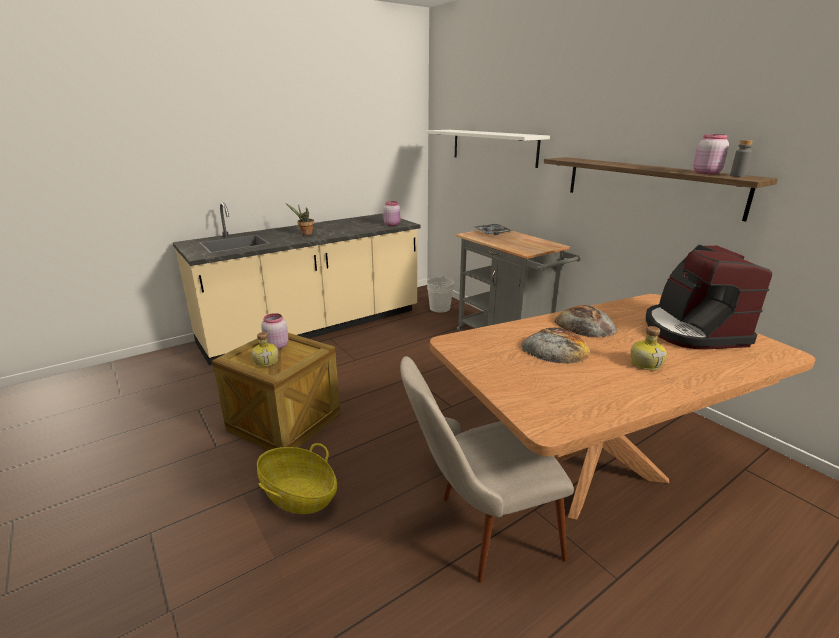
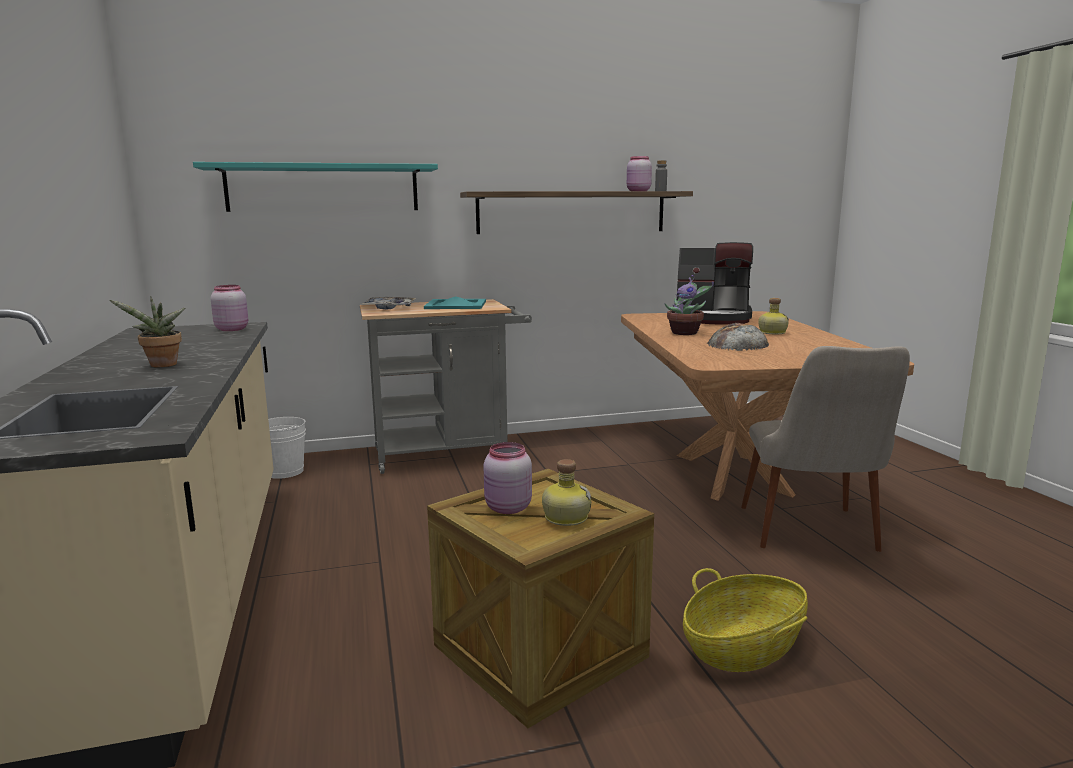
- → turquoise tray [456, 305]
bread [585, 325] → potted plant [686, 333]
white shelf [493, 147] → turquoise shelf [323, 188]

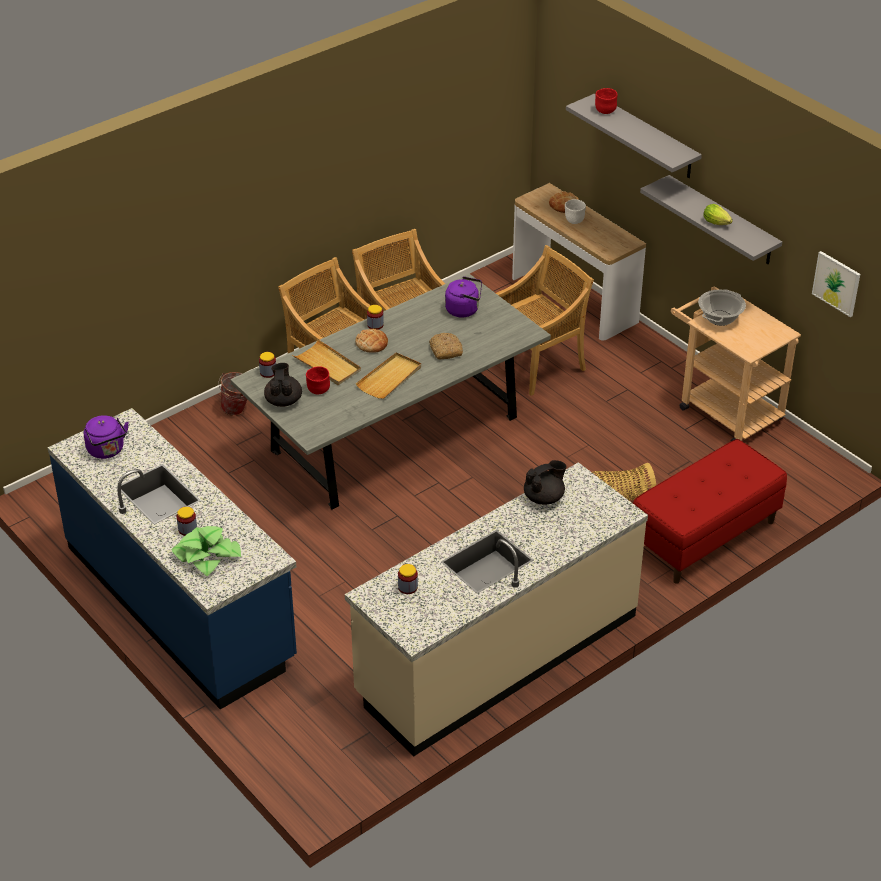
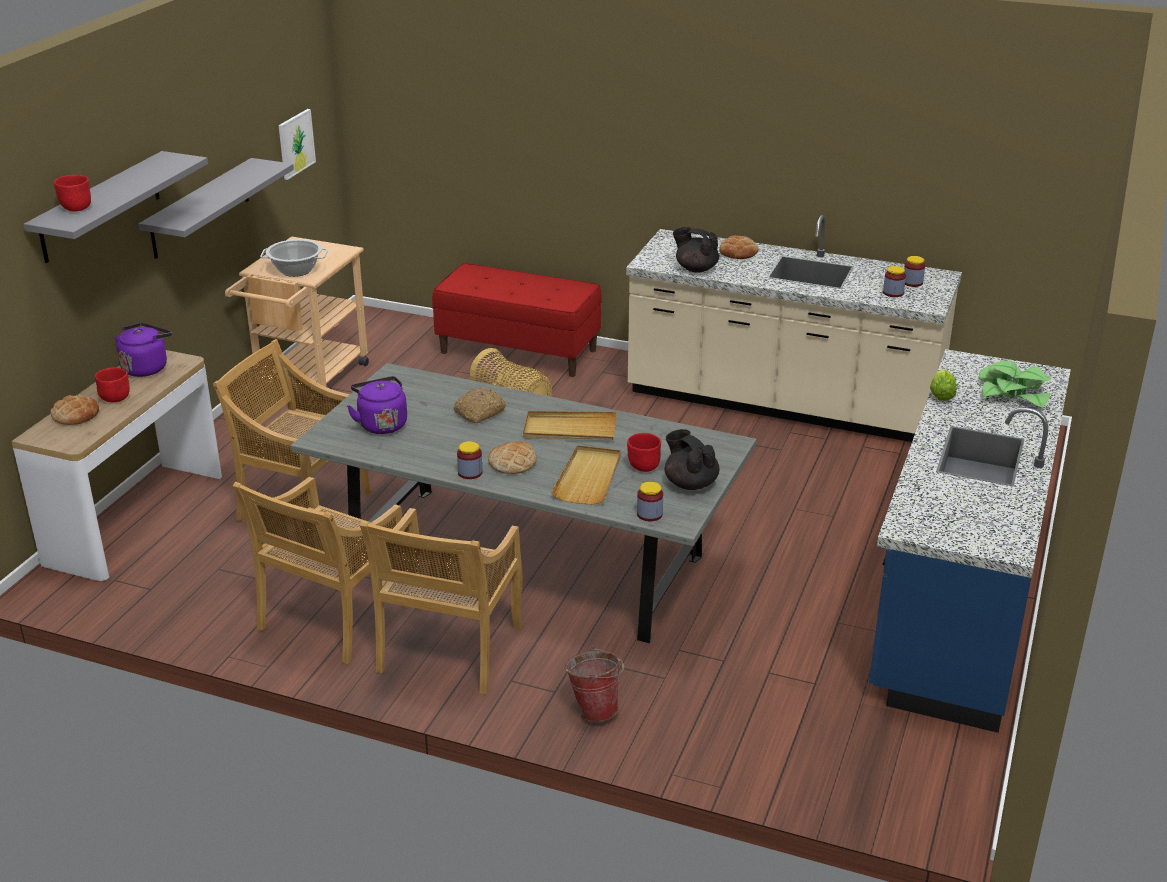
- → bread [738, 252]
purple kettle [107, 451] → purple kettle [146, 367], move
jar [187, 529] → jar [912, 282], move
lettuce [717, 223] → lettuce [941, 394], move
white bowl [574, 221] → red bowl [115, 399]
black teapot [283, 400] → black teapot [690, 483], 90 degrees clockwise

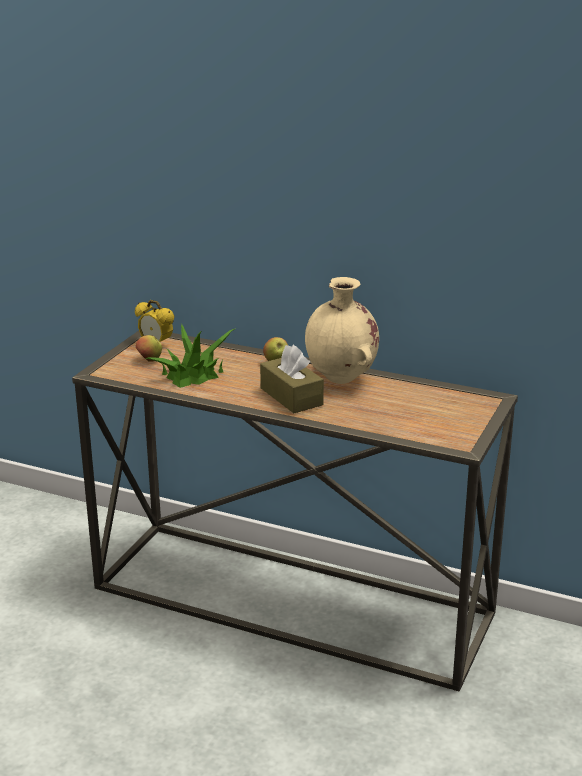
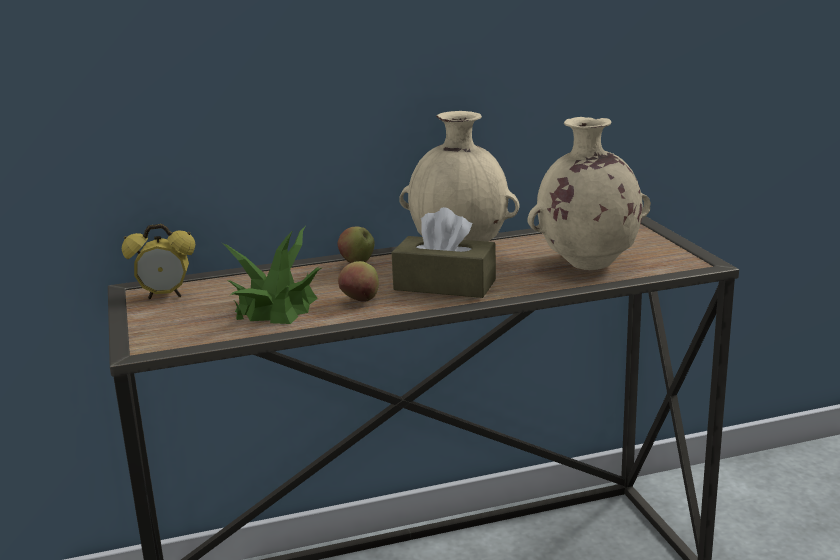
- → beige vase [587, 265]
apple [149, 360] → apple [360, 301], move

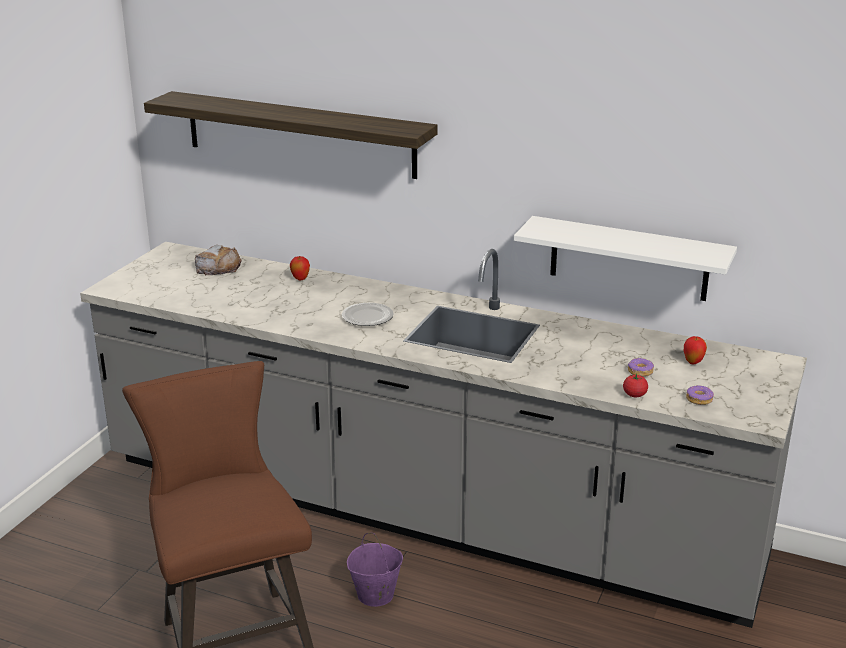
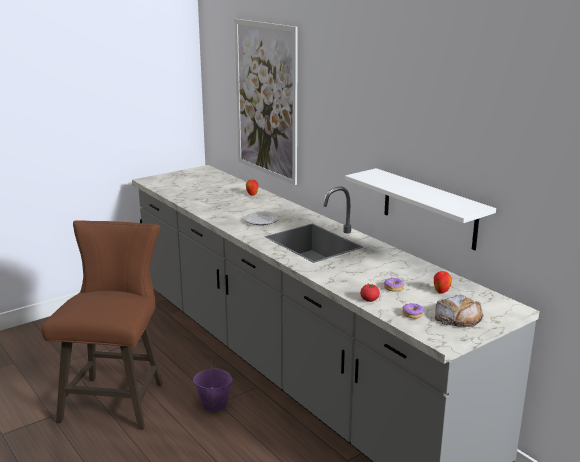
bread [218, 267] → bread [458, 317], move
shelf [299, 134] → picture [266, 100]

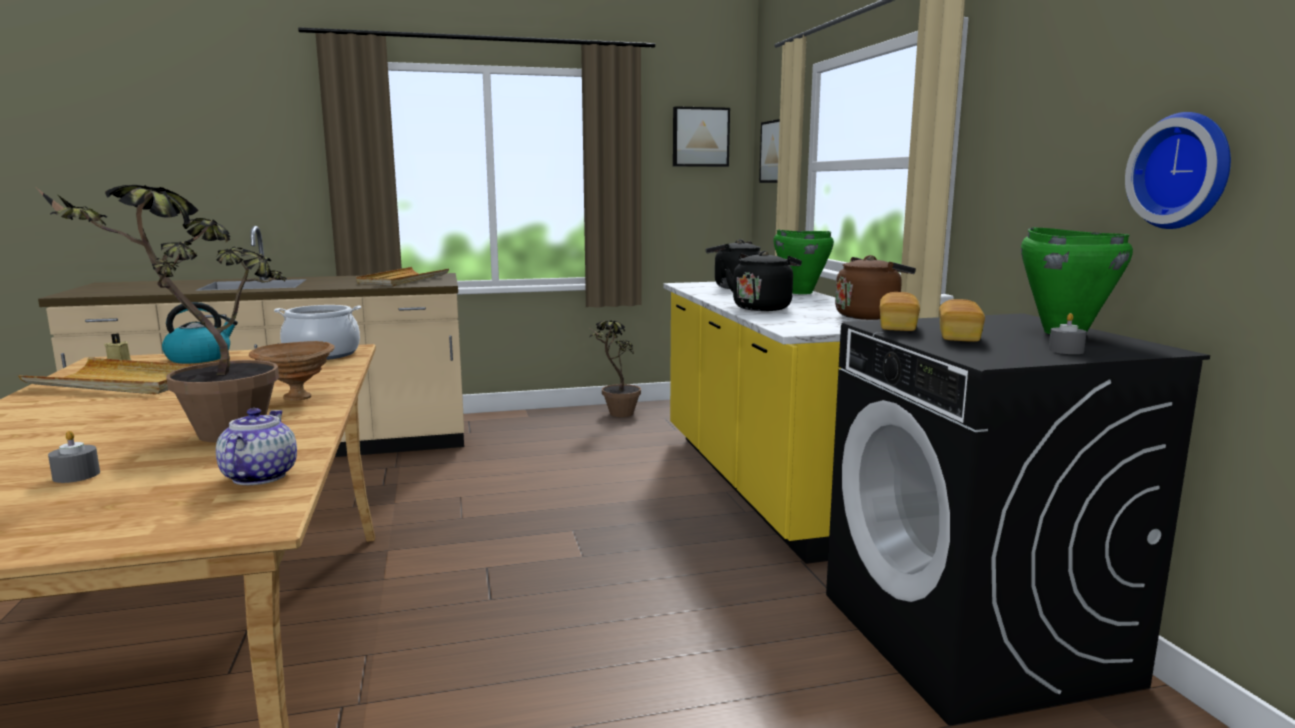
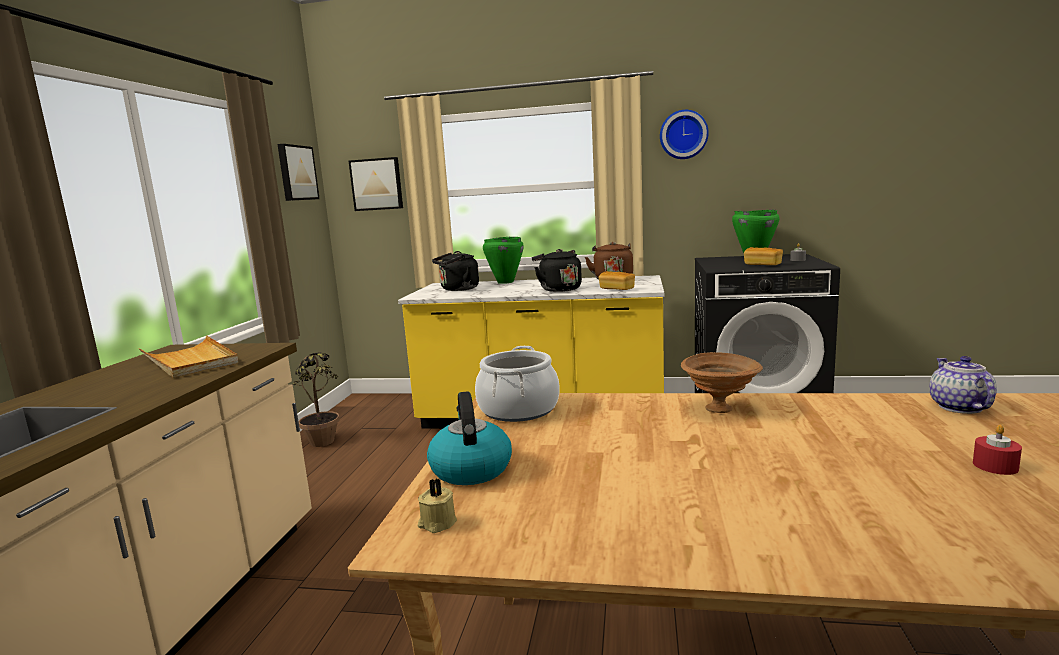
beige tray [121, 382] → -
potted plant [205, 435] → -
bread [897, 327] → bread [617, 289], move
wall clock [1184, 171] → wall clock [683, 135], move
grey candle [76, 475] → red candle [995, 466]
teapot [259, 476] → teapot [958, 407], 75 degrees clockwise

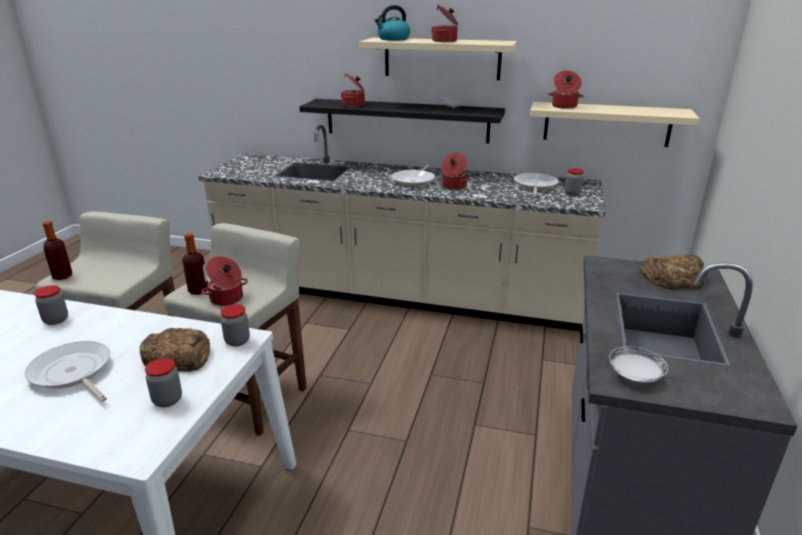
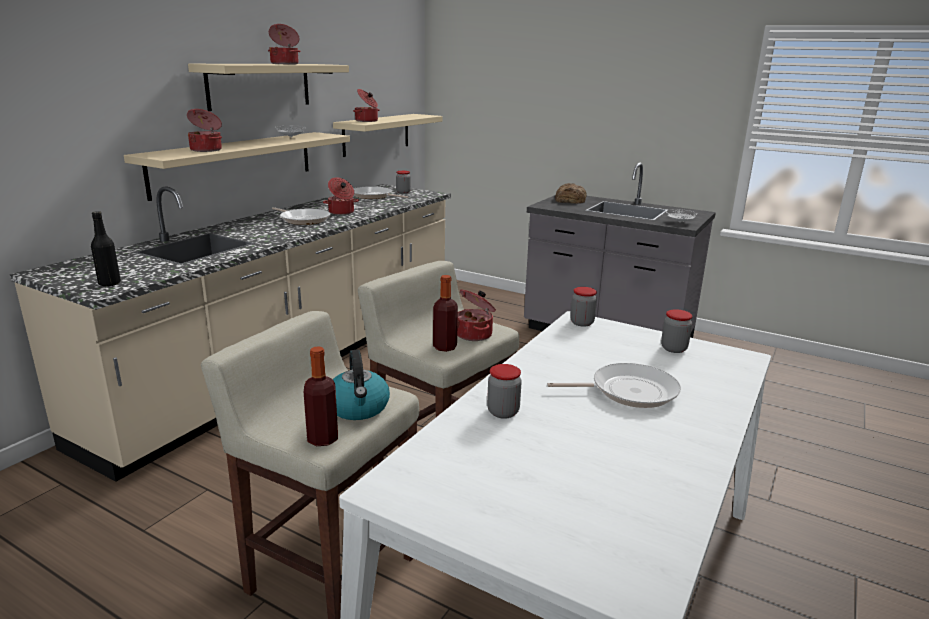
bread [177, 357] → -
- → black bottle [109, 283]
kettle [393, 39] → kettle [358, 408], move
black shelf [406, 120] → beige shelf [235, 163]
frying pan [73, 373] → frying pan [628, 391], 150 degrees counterclockwise

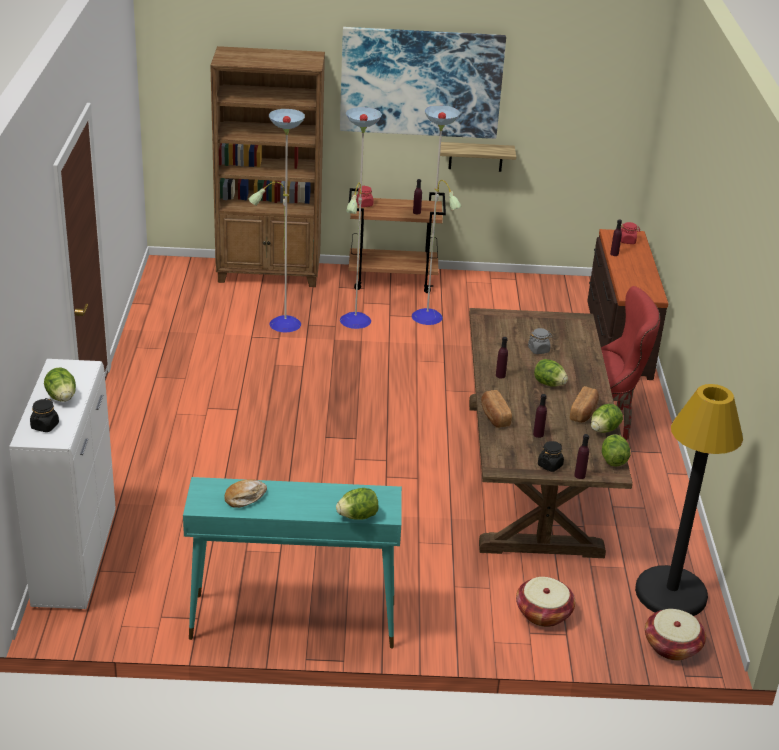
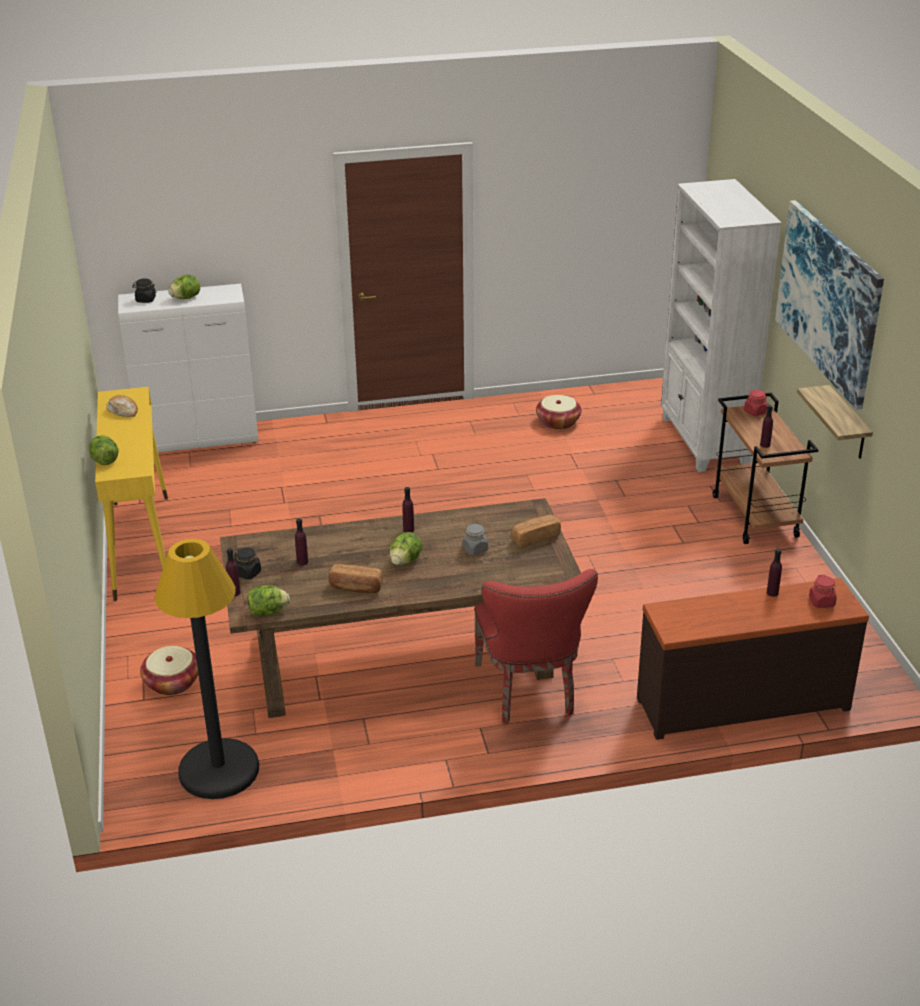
floor lamp [355, 321] → -
lettuce [604, 430] → -
bread [494, 416] → bread [535, 538], move
basket [672, 646] → basket [558, 422], move
turquoise console table [292, 621] → yellow console table [142, 546]
brown bookcase [269, 274] → white bookcase [704, 442]

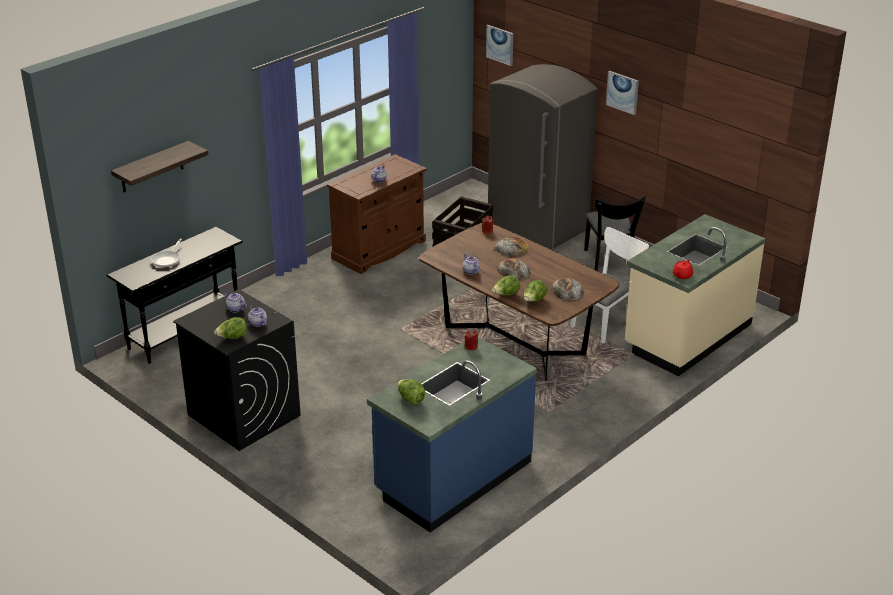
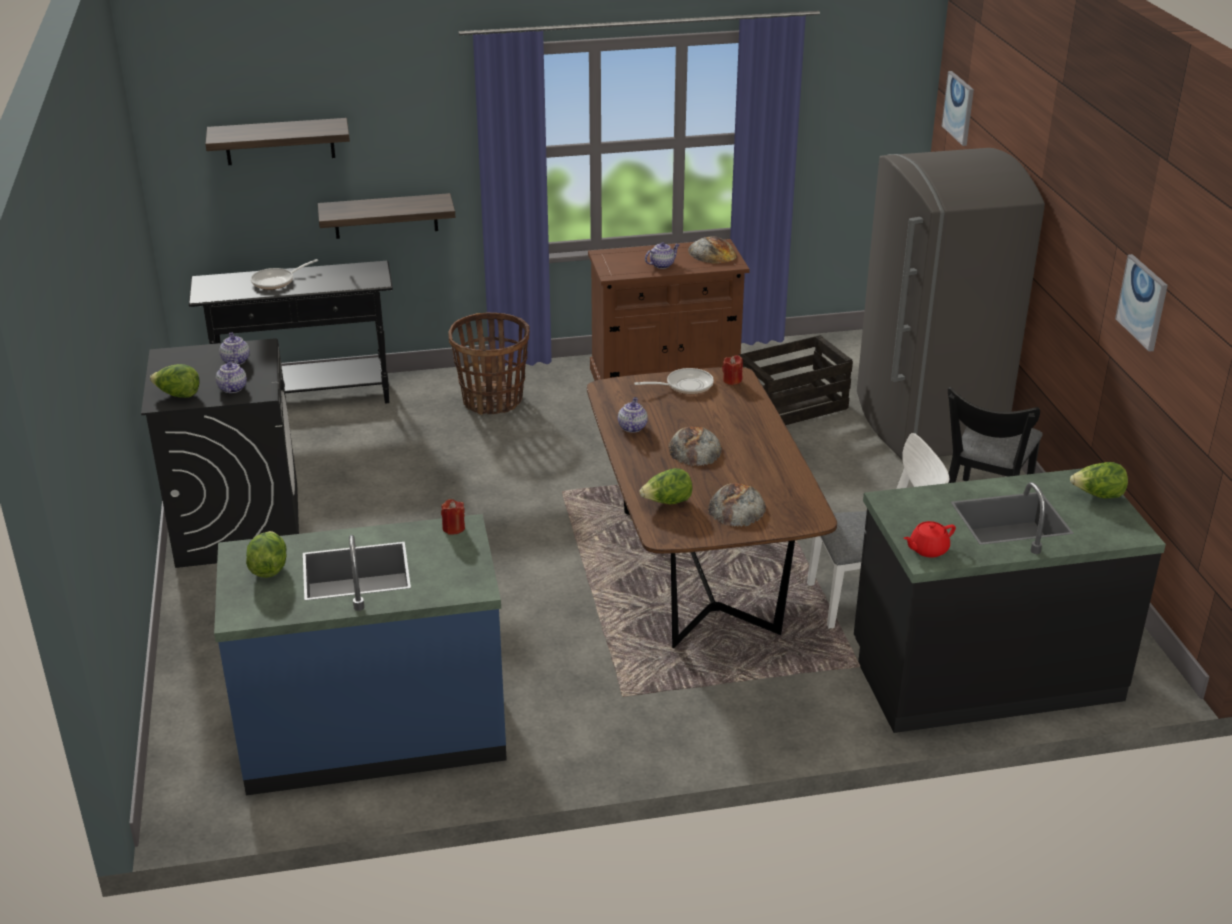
- → shelf [386, 216]
- → basket [492, 400]
- → frying pan [685, 385]
lettuce [506, 295] → lettuce [1097, 496], move
bread [511, 248] → bread [712, 253], move
picture [622, 92] → picture [1143, 302], move
beige counter [687, 336] → black counter [984, 673]

